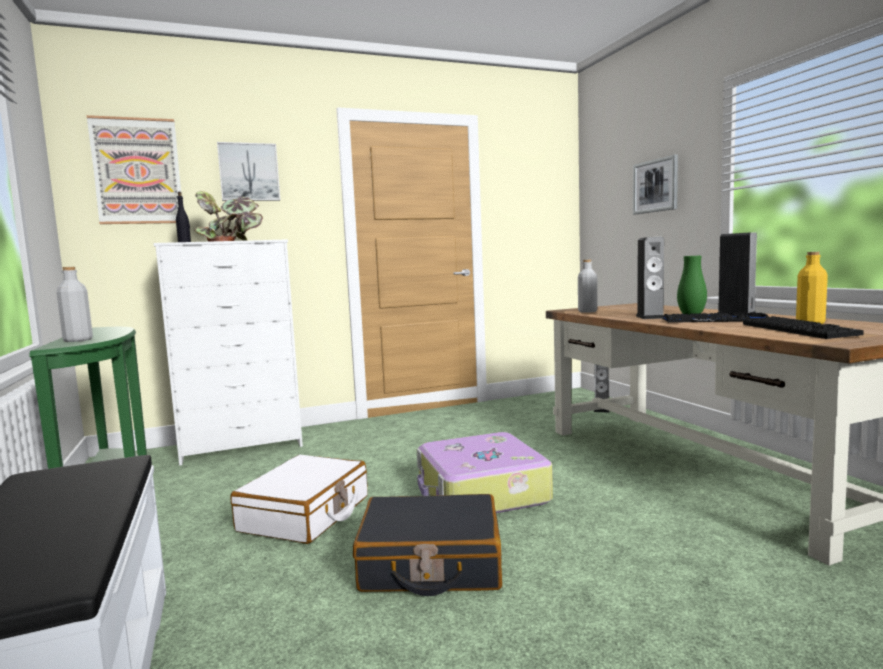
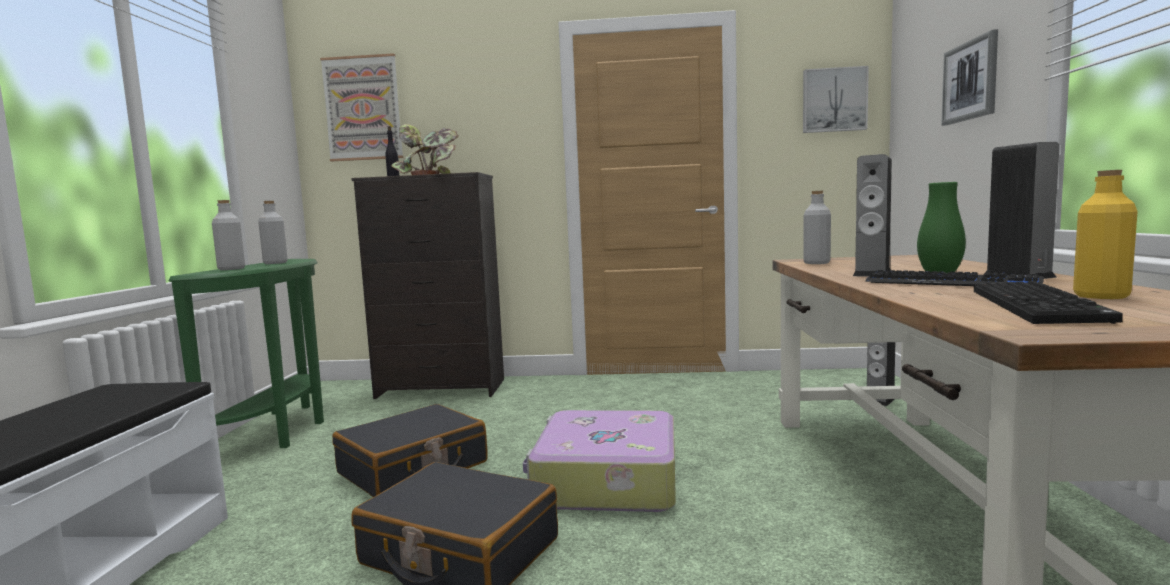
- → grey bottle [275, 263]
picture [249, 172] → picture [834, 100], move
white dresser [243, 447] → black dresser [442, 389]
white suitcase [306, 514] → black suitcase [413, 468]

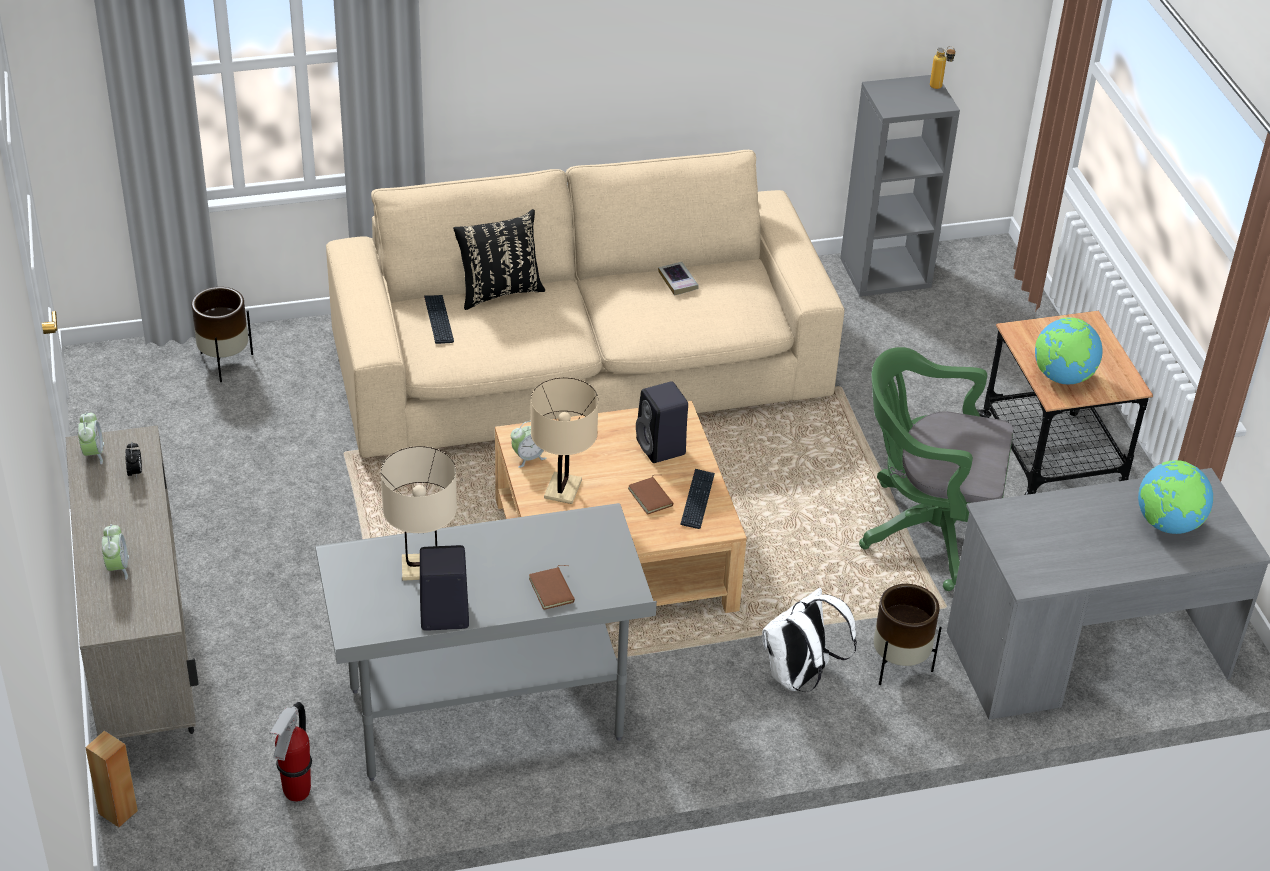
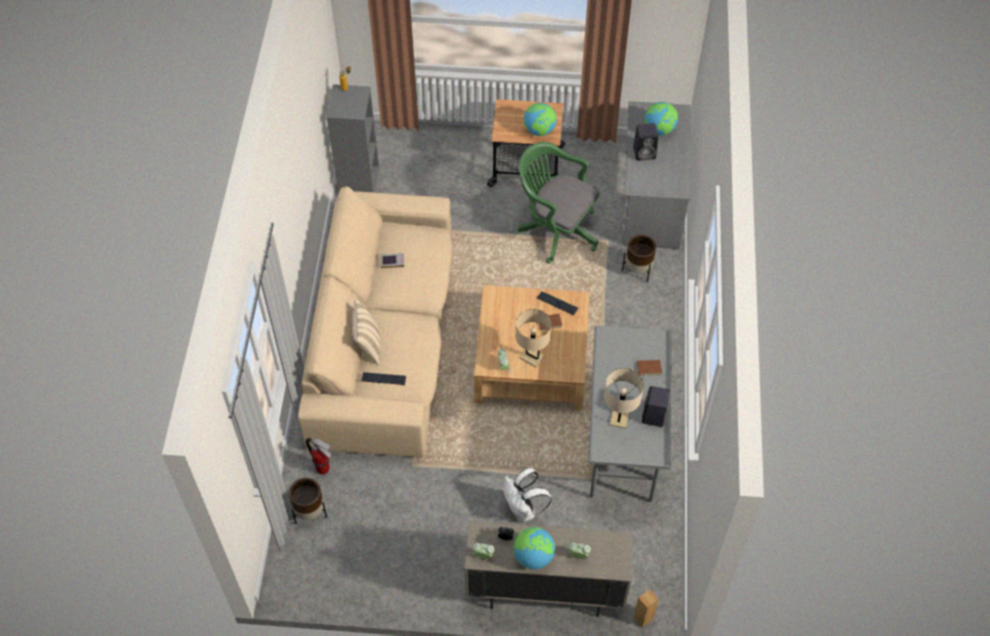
- → globe [533, 556]
fire extinguisher [296, 792] → fire extinguisher [323, 469], move
black speaker [662, 448] → black speaker [645, 153], move
white backpack [799, 677] → white backpack [523, 509], move
black pillow [499, 291] → beige pillow [367, 345]
green office chair [928, 530] → green office chair [555, 229], 90 degrees clockwise

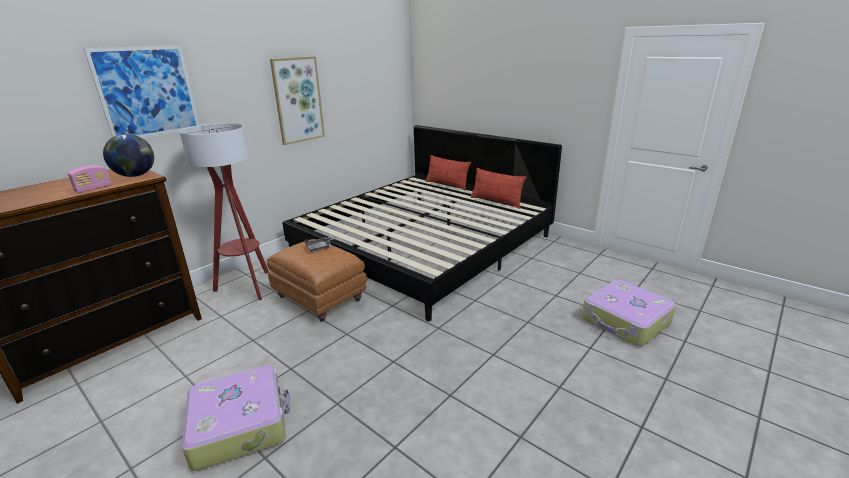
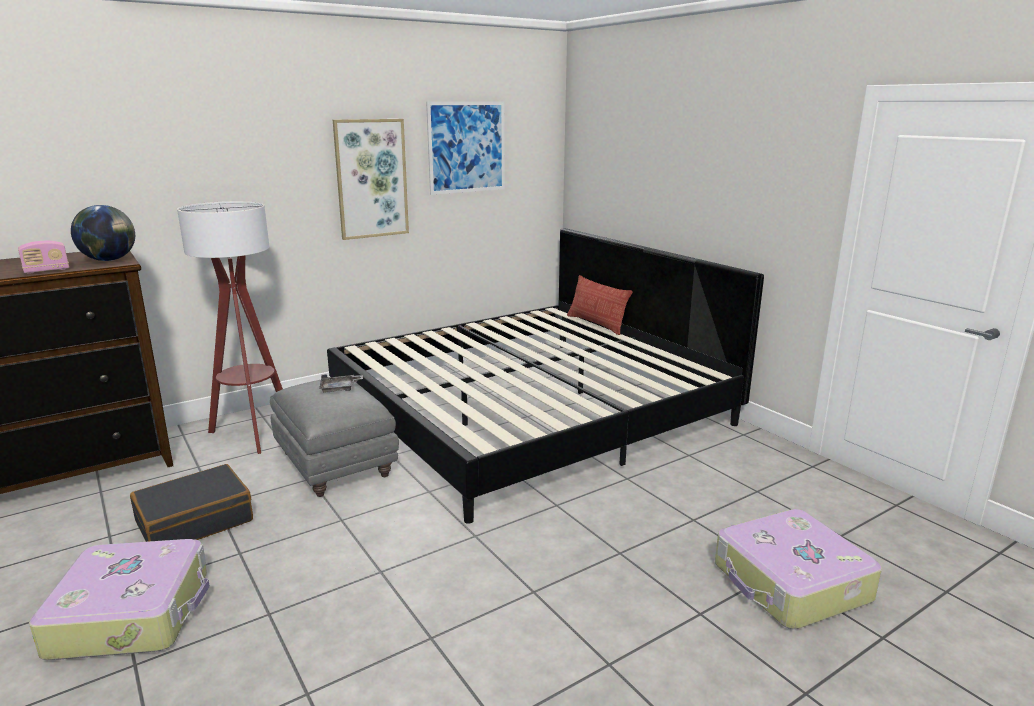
pillow [496, 201] → -
- → black suitcase [195, 521]
picture [147, 92] → picture [467, 147], move
brown ottoman [321, 299] → grey ottoman [337, 465]

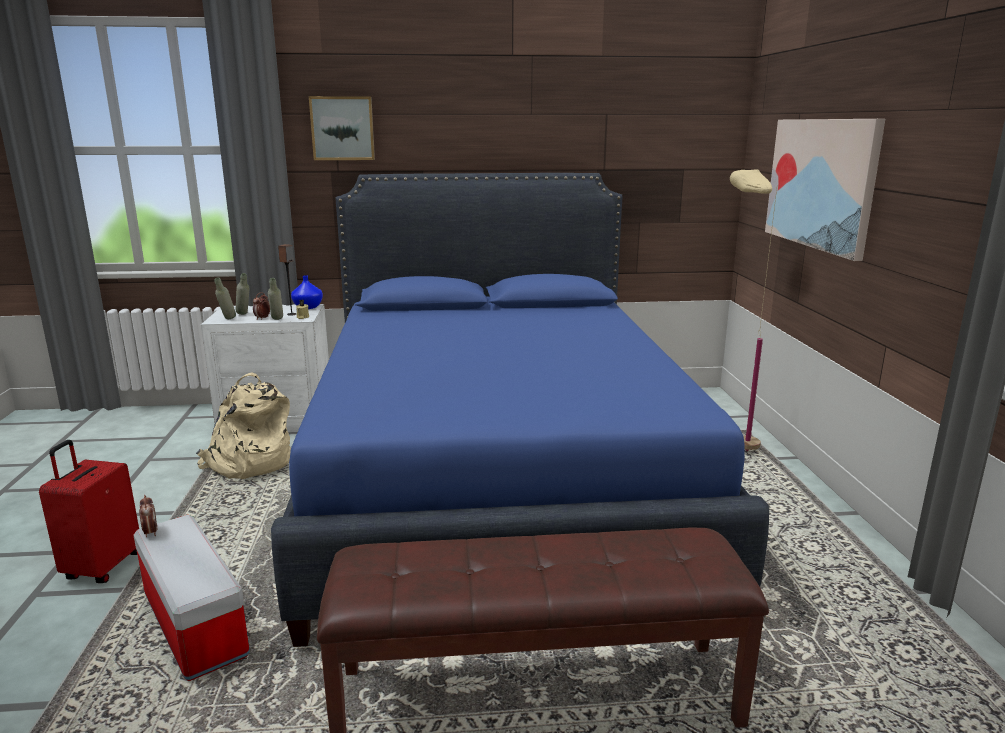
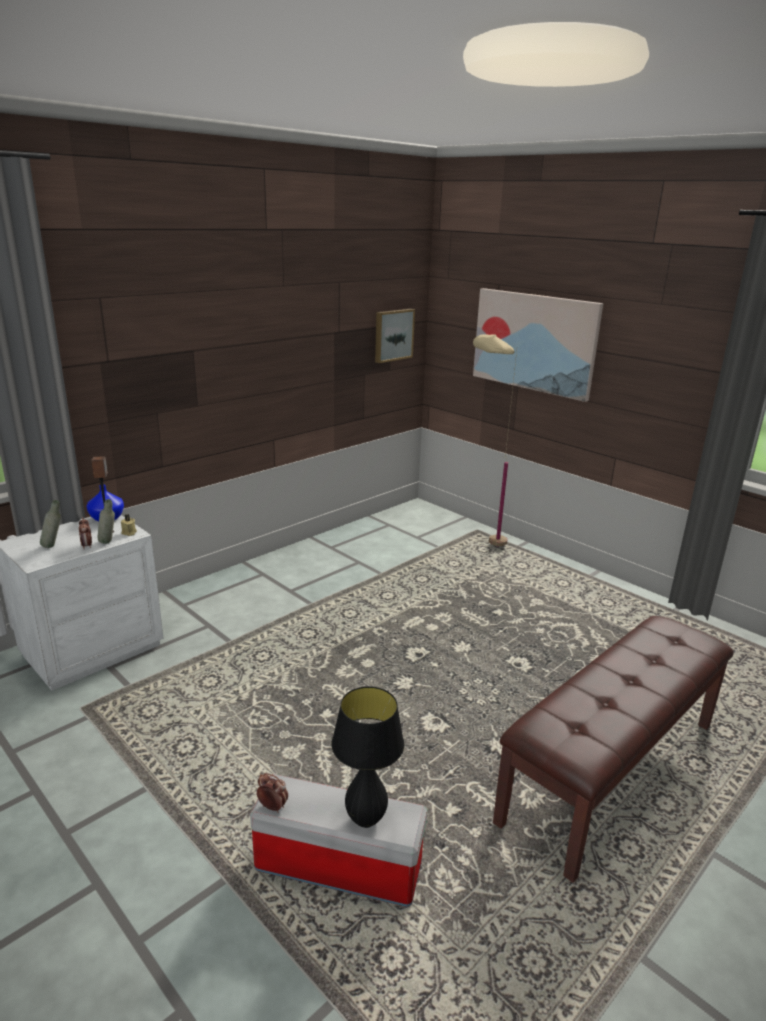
red suitcase [102, 567] → -
beige backpack [249, 463] → -
grey bottle [227, 319] → -
blue bed [498, 481] → -
- → black table lamp [366, 819]
picture [342, 128] → picture [393, 335], move

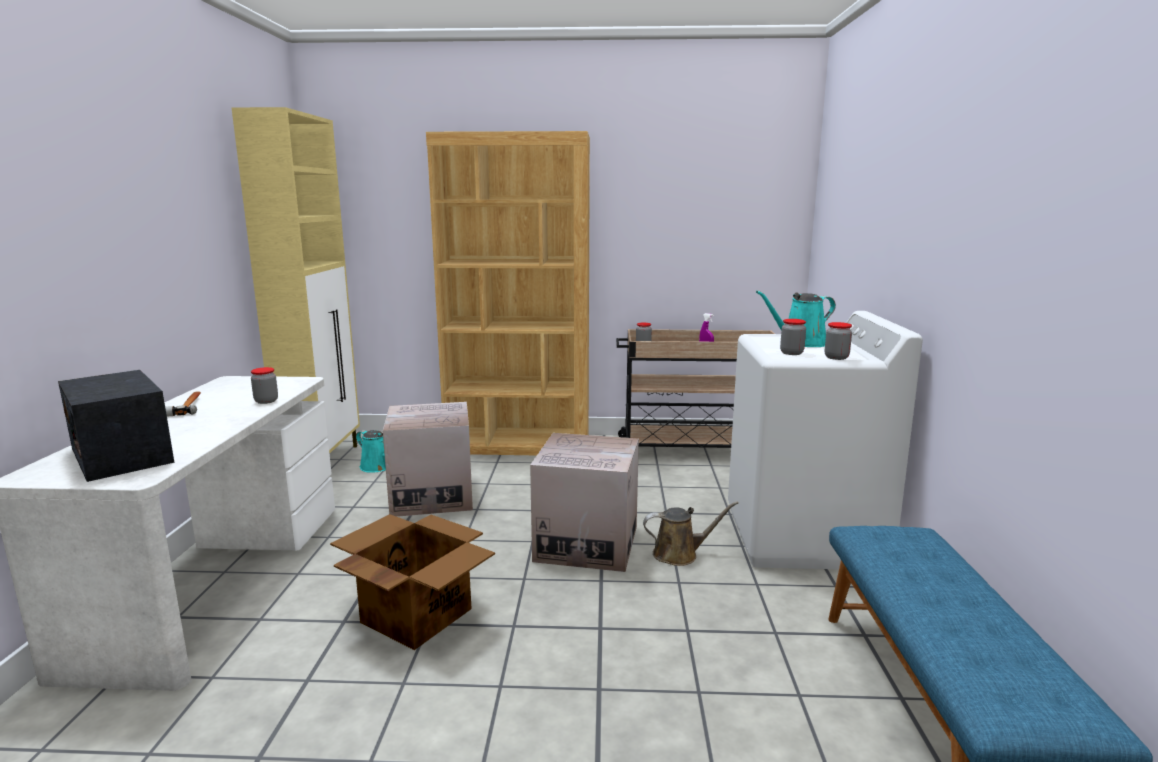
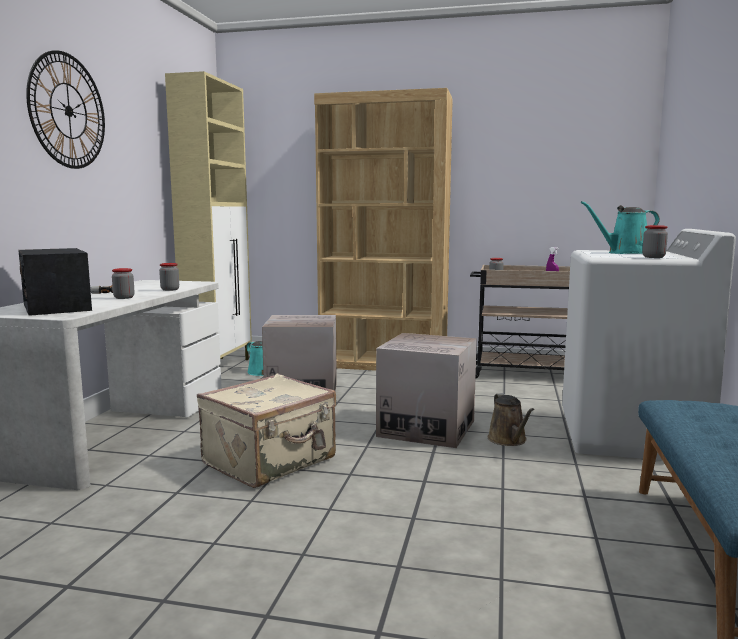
- → wall clock [68, 111]
jar [791, 353] → jar [124, 297], move
cardboard box [416, 614] → beige suitcase [271, 461]
brown watering can [679, 554] → brown watering can [508, 440], 75 degrees clockwise

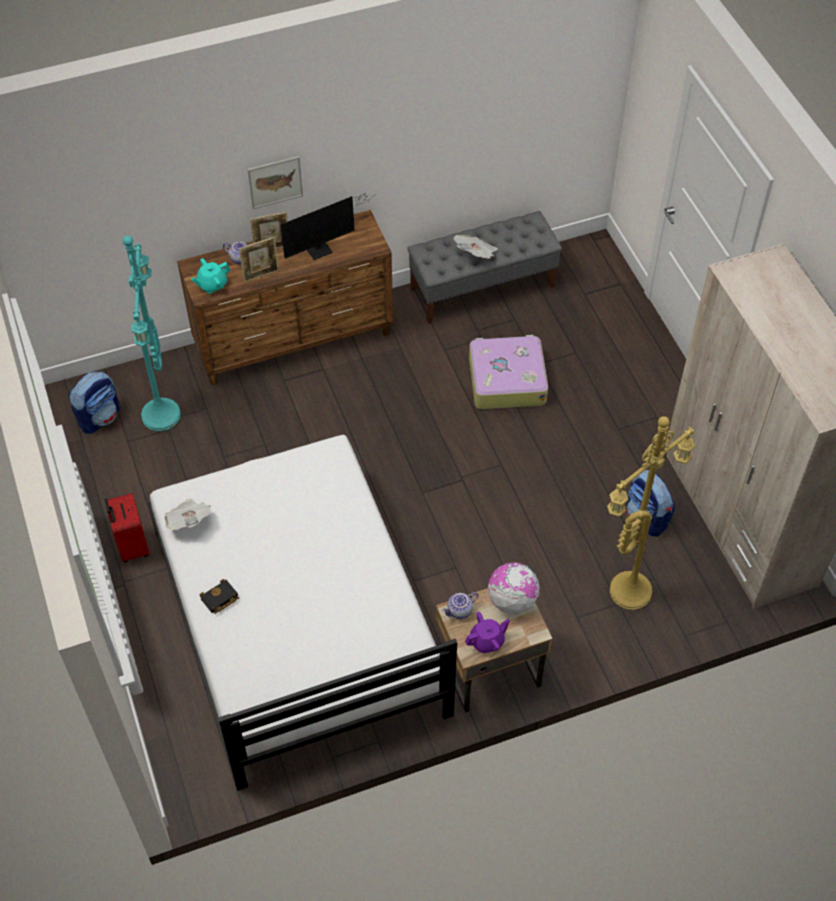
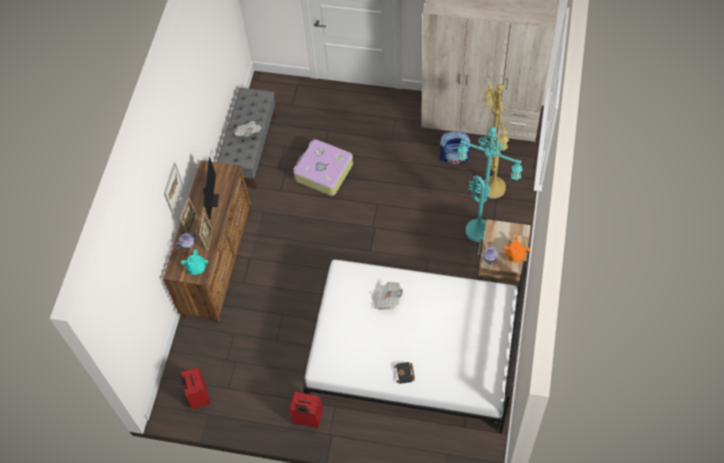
globe [512, 600] → -
turquoise floor lamp [163, 417] → turquoise floor lamp [479, 230], move
newspaper [188, 521] → newspaper [386, 299], move
backpack [100, 417] → red suitcase [198, 396]
purple teapot [487, 641] → orange teapot [515, 254]

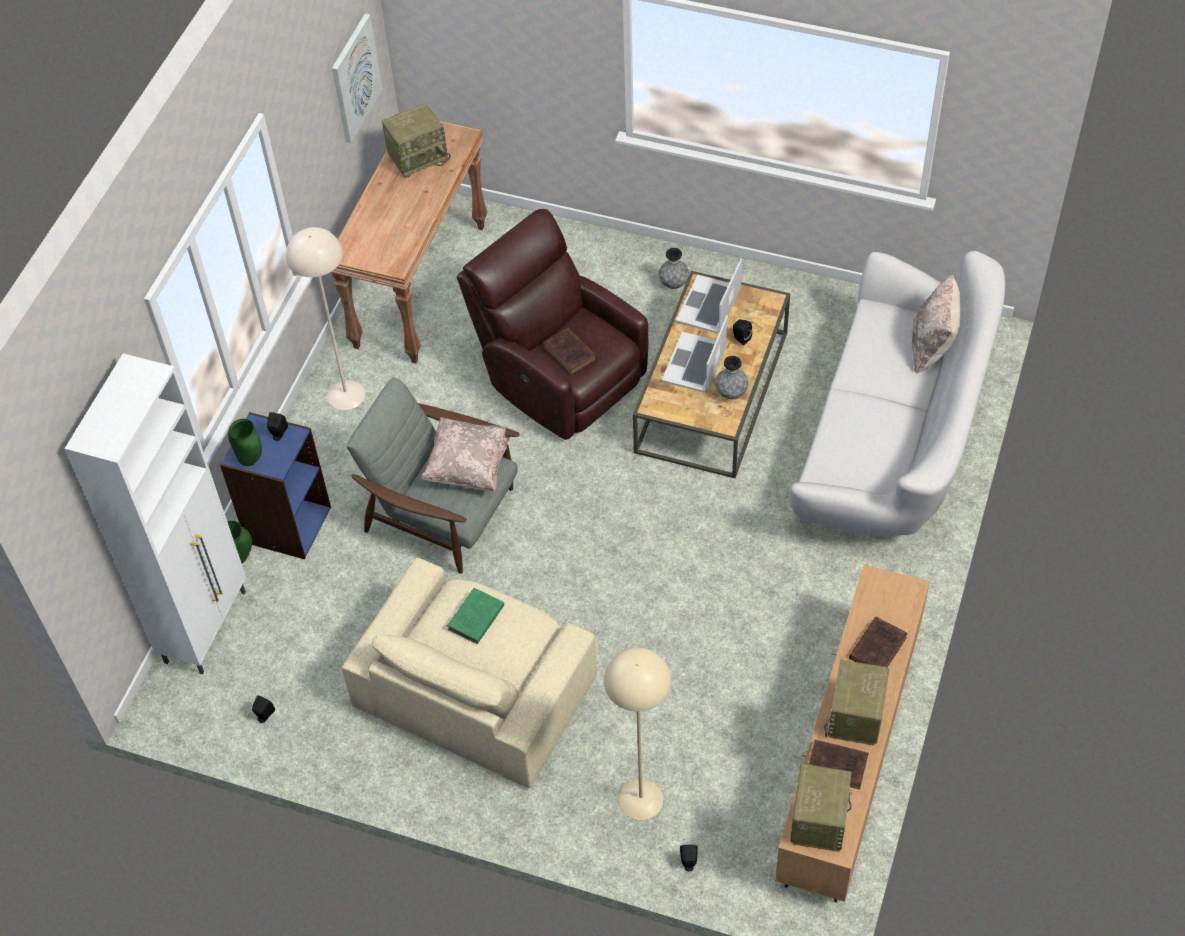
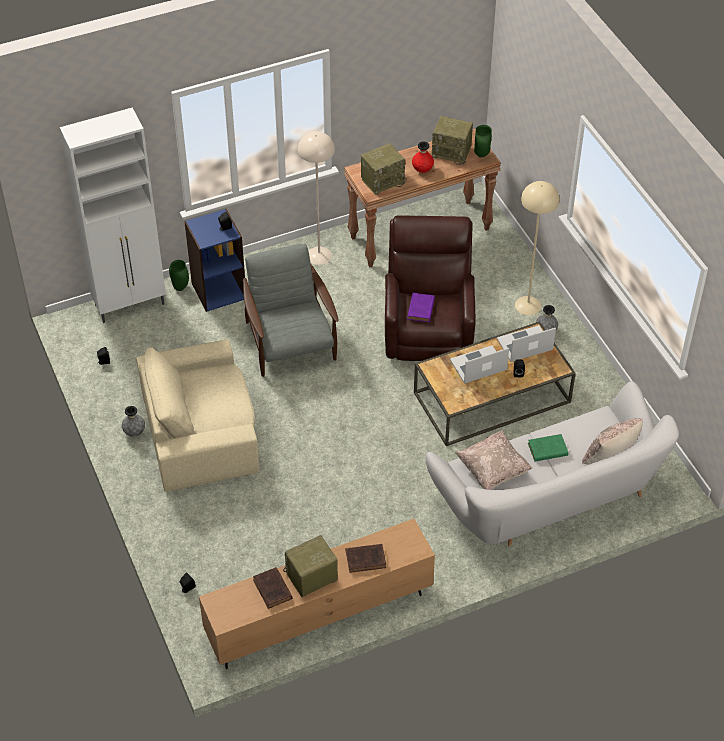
picture [355, 78] → -
- → red vase [422, 170]
green vase [250, 461] → green vase [481, 154], move
beige pillow [469, 467] → beige pillow [493, 470], move
green book [475, 619] → green book [546, 450], move
beige floor lamp [640, 800] → beige floor lamp [527, 305], move
grey vase [731, 393] → grey vase [134, 432], move
radio [818, 819] → radio [383, 180], move
brown book [571, 354] → purple book [420, 310]

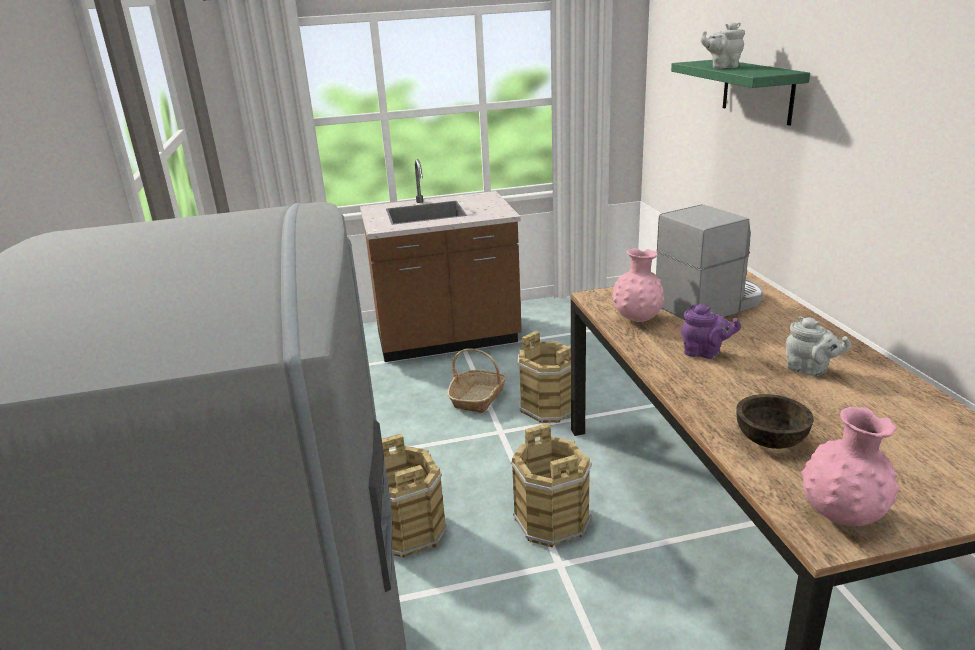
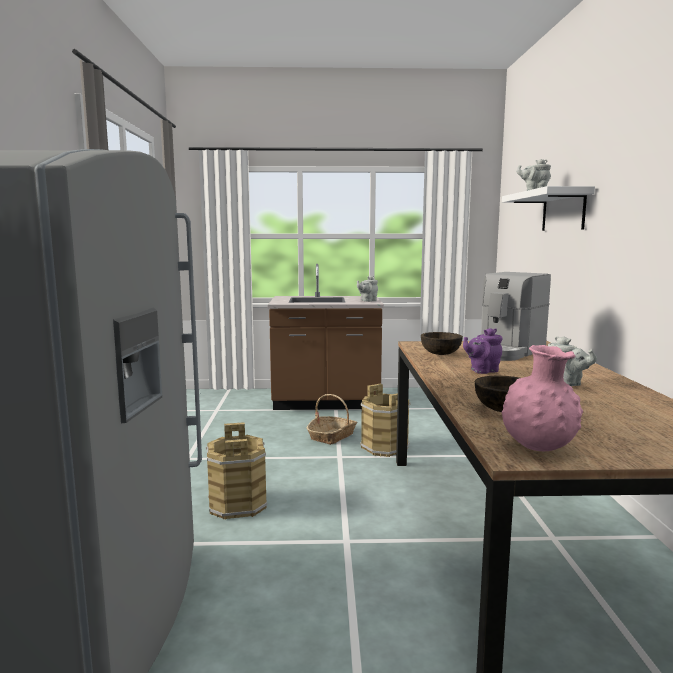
brown bucket [552, 520] → -
- → grey teapot [367, 300]
pink vase [637, 319] → brown bowl [440, 354]
green shelf [757, 90] → white shelf [563, 211]
coffee machine [710, 304] → coffee machine [505, 352], 150 degrees clockwise
purple teapot [705, 353] → purple teapot [482, 371], 120 degrees clockwise

